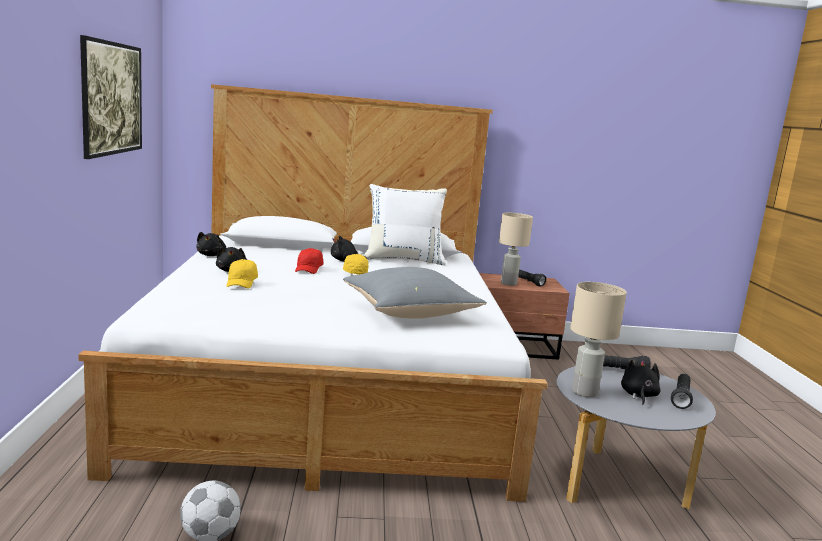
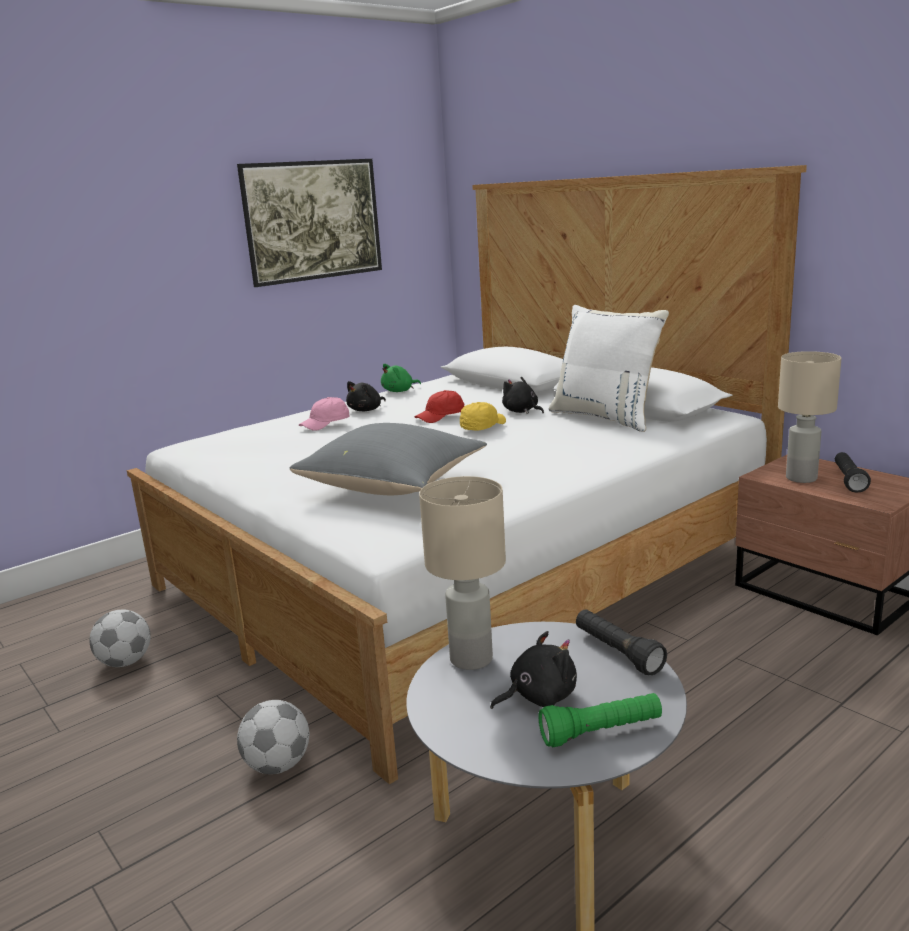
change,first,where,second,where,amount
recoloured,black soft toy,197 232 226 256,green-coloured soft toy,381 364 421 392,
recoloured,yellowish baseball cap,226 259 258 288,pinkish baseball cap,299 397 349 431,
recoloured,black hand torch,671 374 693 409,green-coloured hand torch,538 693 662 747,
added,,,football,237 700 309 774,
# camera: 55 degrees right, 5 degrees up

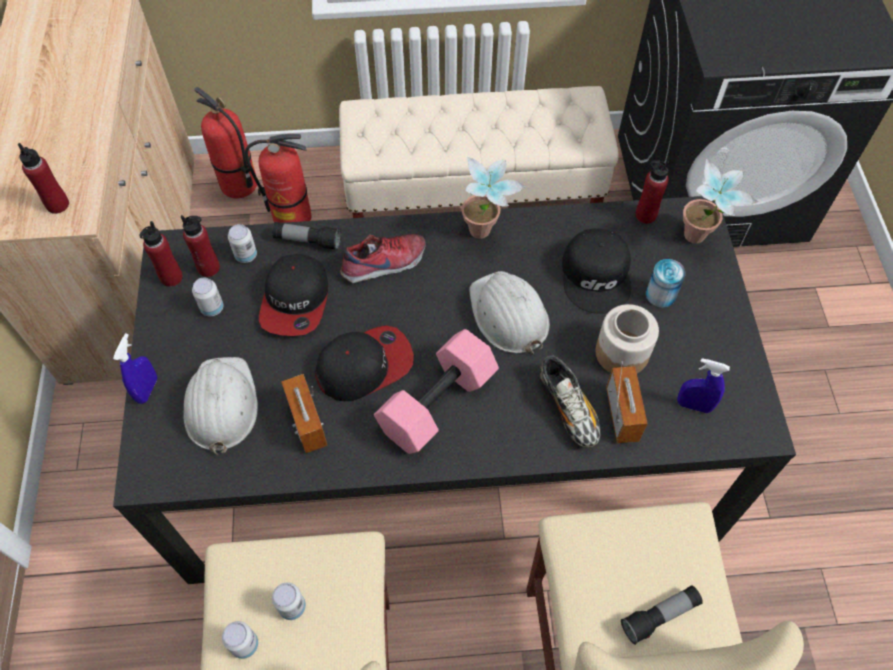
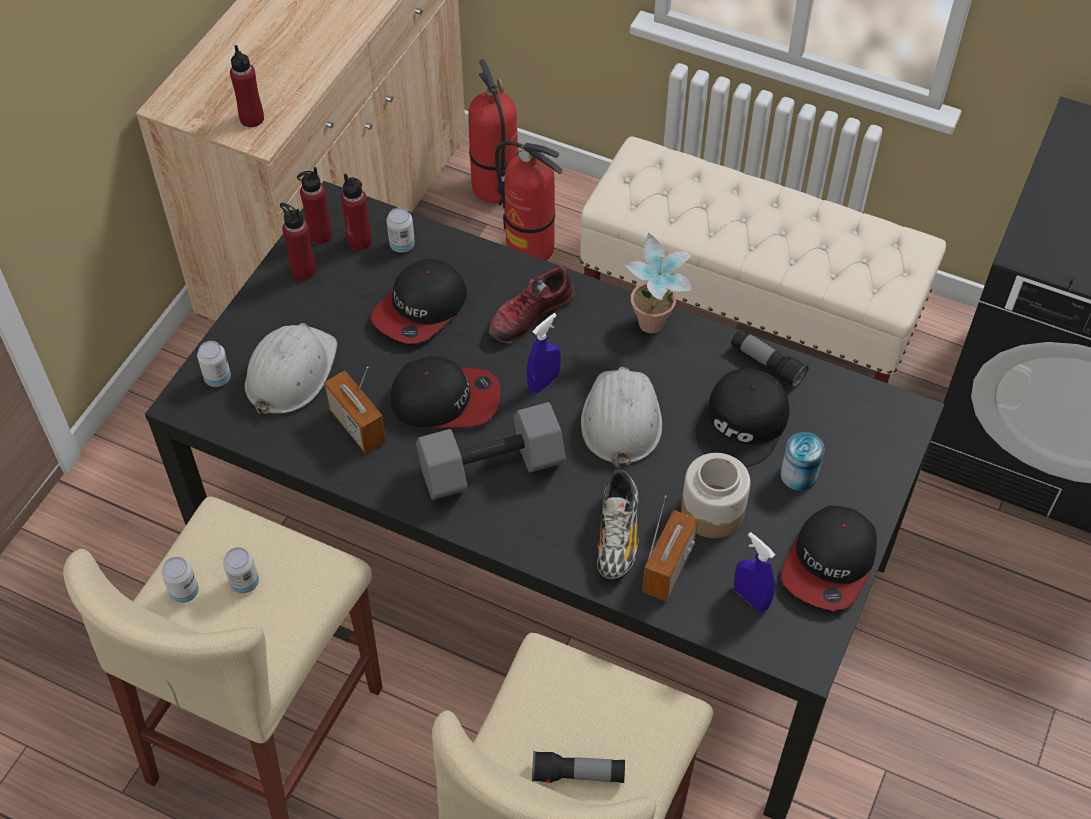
change,first,where,second,where,amount
moved,blue-coloured hand sprayer,113 333 157 404,,527 313 561 393,
moved,sealed can,192 278 224 316,,197 341 231 387,
moved,hand torch,272 222 341 250,,731 328 809 388,
turned,radio set,281 374 328 453,,324 367 386 454,45 degrees counterclockwise
turned,item of footwear,340 234 426 283,,489 266 575 343,135 degrees clockwise
recoloured,pinkish free weight,374 329 499 454,gray free weight,416 402 566 500,
moved,red-coloured bottle,635 160 670 224,,280 203 316 281,
removed,houseplant,683 158 758 244,,,
added,,,baseball cap,781 506 877 611,
# camera: 30 degrees right, 5 degrees down

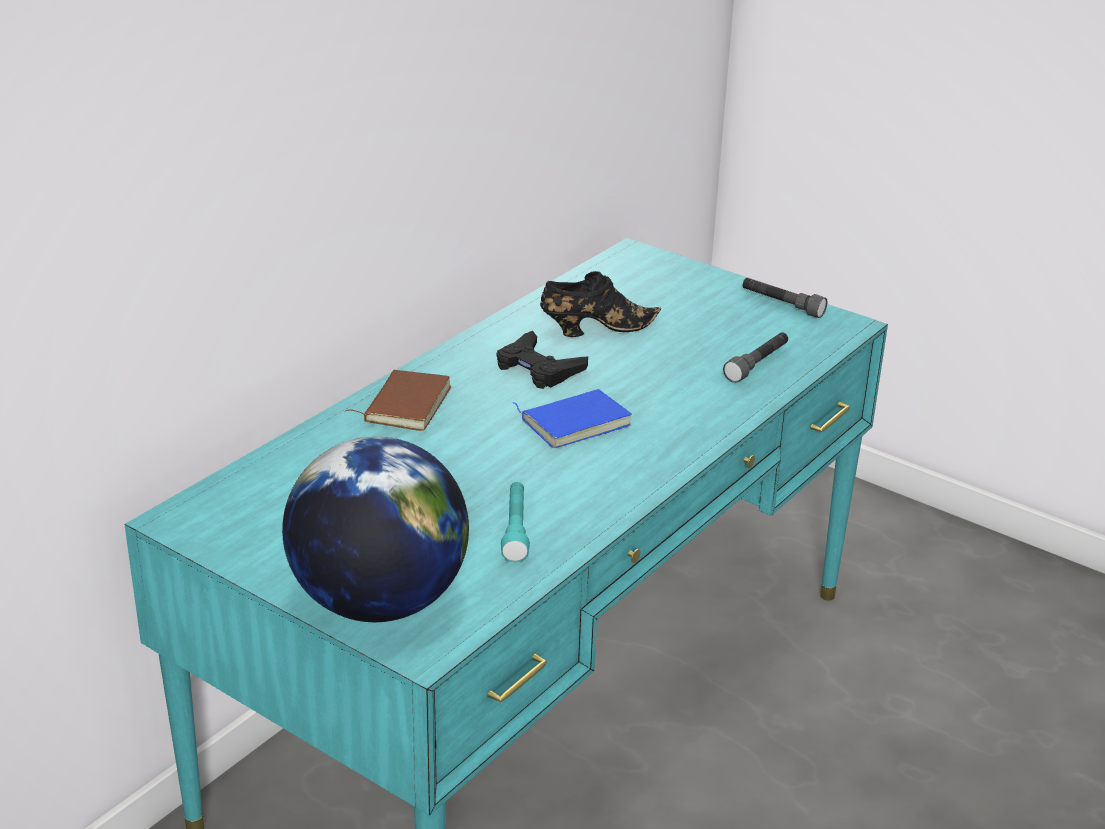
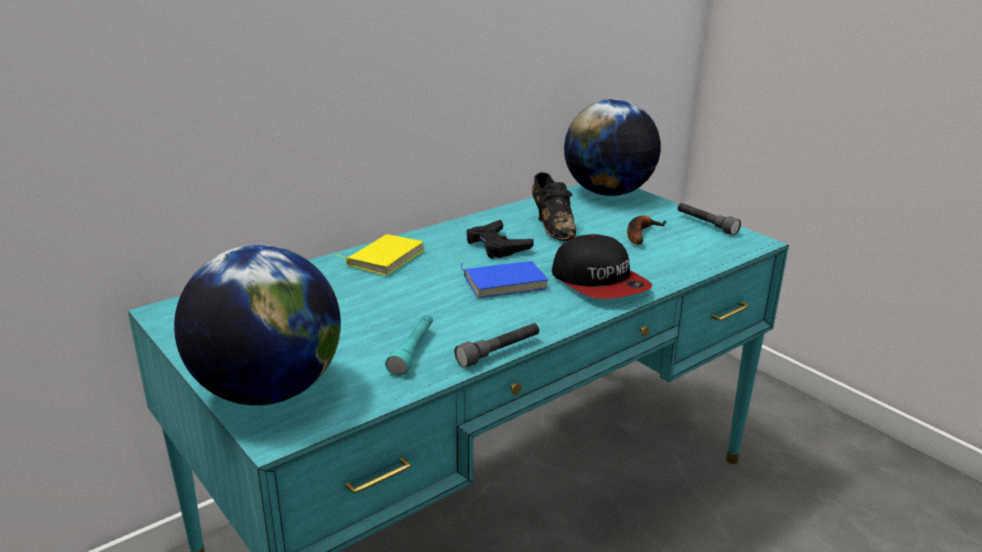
change,first,where,second,where,amount
recoloured,brown-coloured volume,345 370 451 431,yellowish volume,334 234 424 275,
turned,black item of footwear,540 271 661 337,,532 172 576 241,75 degrees clockwise
moved,gray hand torch,723 332 788 383,,455 323 539 368,
added,,,baseball cap,552 234 652 299,
added,,,world globe,564 99 661 196,
added,,,banana,627 216 667 245,
# camera: 15 degrees right, 5 degrees down

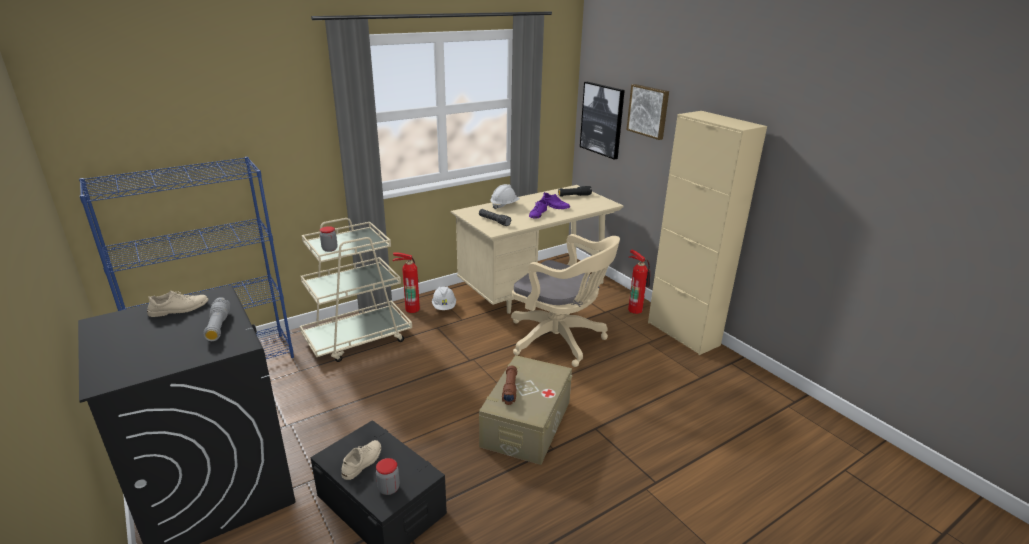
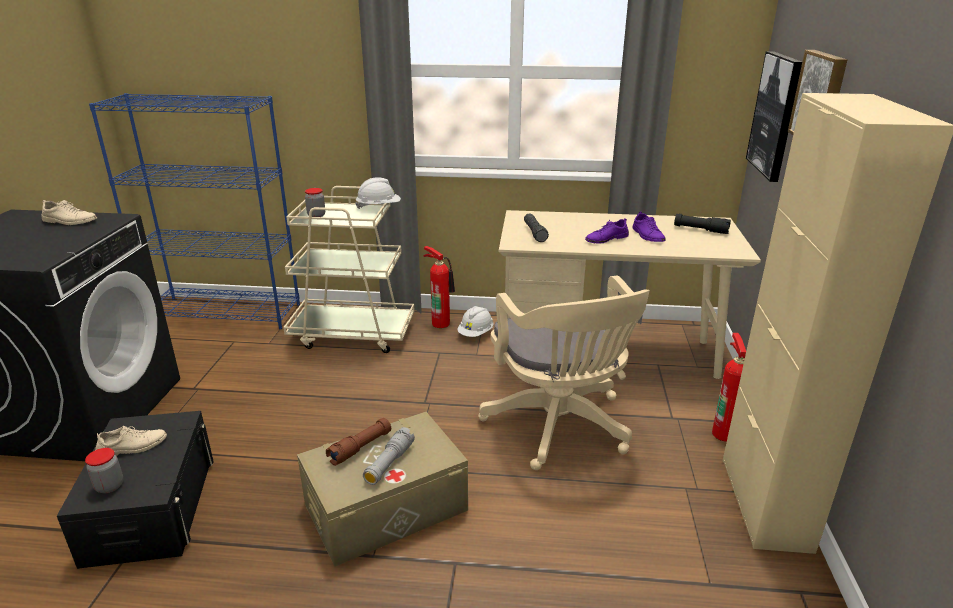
change,first,where,second,where,amount
moved,gray hand torch,203 297 230 341,,363 427 415 485,
moved,whitish work helmet,490 184 520 209,,356 177 401 209,
# camera: 40 degrees right, 0 degrees up

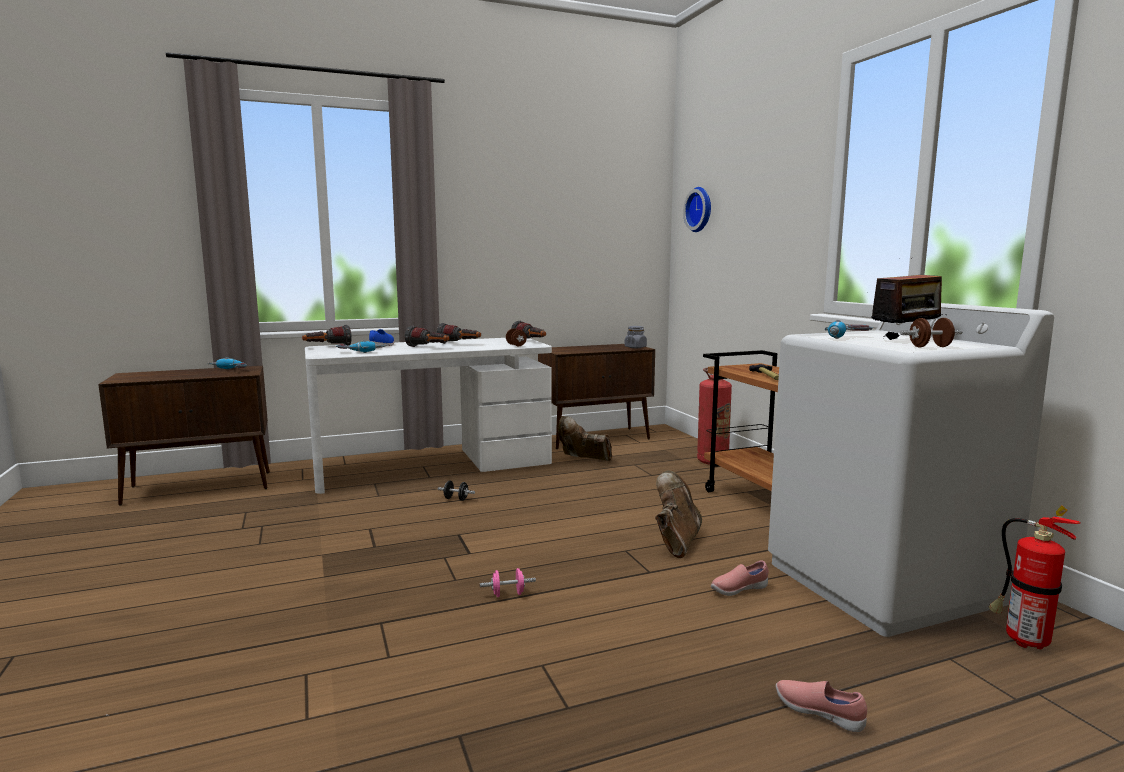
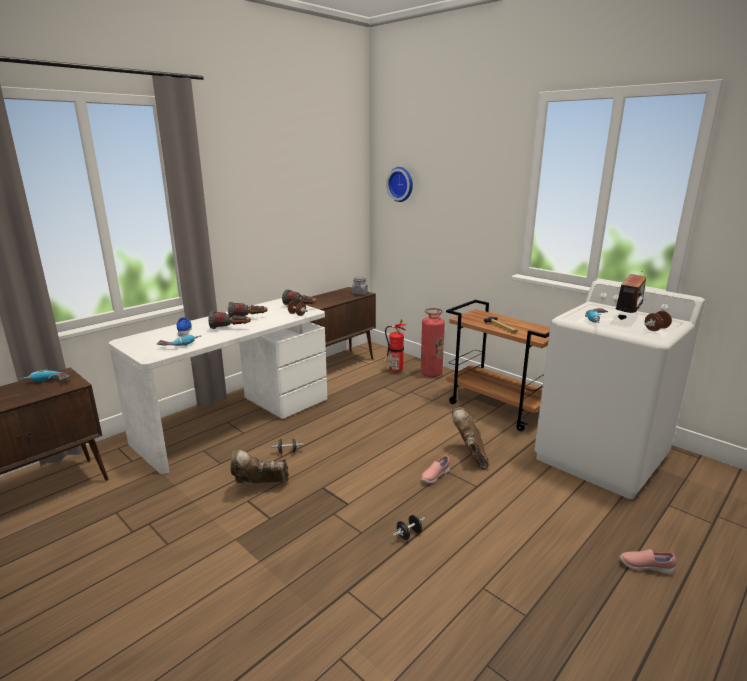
change,first,where,second,where,amount
removed,hand torch,302 325 352 346,,,
recoloured,pinkish free weight,480 568 536 597,black free weight,393 515 425 540,
moved,brown-coloured high-top boot,558 416 612 461,,231 450 289 483,
moved,pinkish item of footwear,711 560 769 596,,421 455 450 484,
moved,fire-fighting cylinder,989 506 1081 650,,384 320 406 372,
# camera: 25 degrees left, 10 degrees up

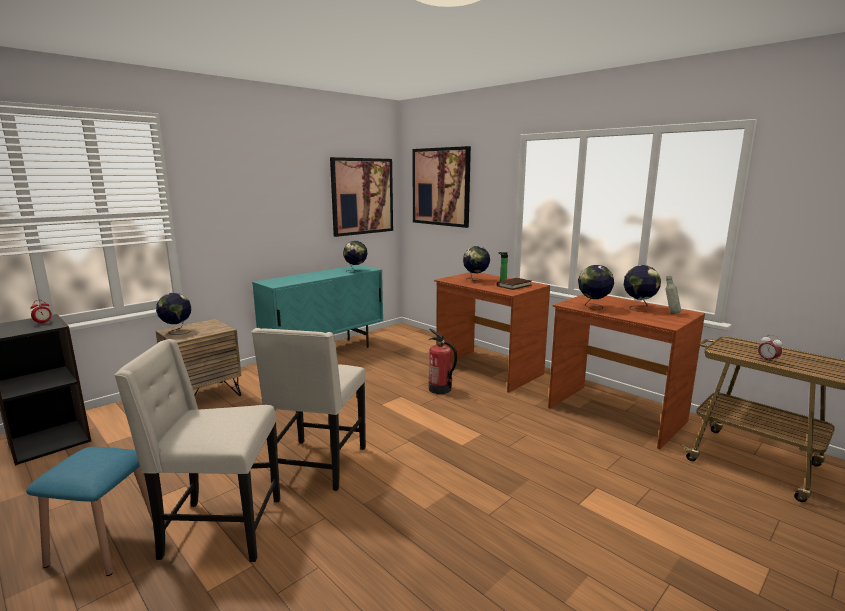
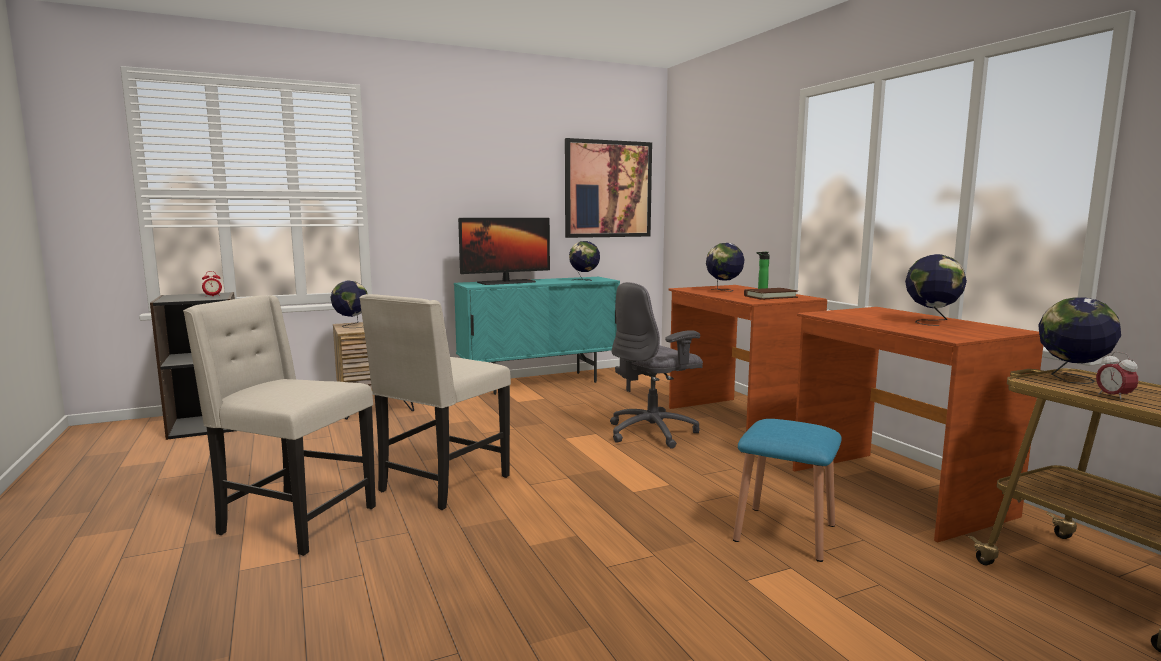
change,first,where,second,where,amount
moved,blue-coloured sitting stool,26 447 153 576,,733 419 842 562,
removed,wall picture,412 146 471 228,,,
replaced,fire-fighting cylinder,429 329 457 394,gray desk chair,610 282 703 449,
moved,world globe,578 265 614 310,,1038 297 1121 384,
removed,gray bottle,665 276 681 314,,,
added,,,monitor,458 218 550 285,
# camera: 20 degrees right, 5 degrees down

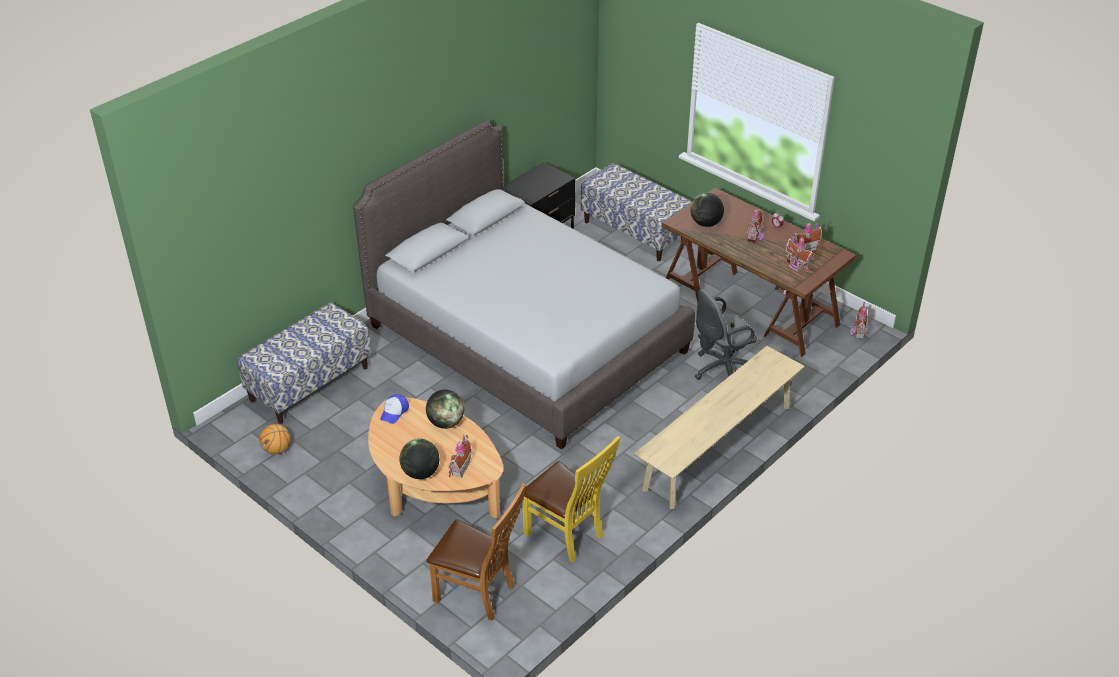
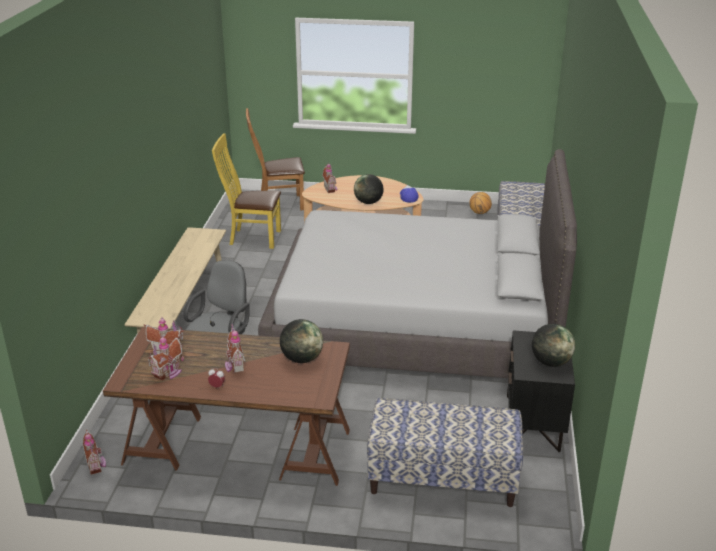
change,first,where,second,where,amount
moved,world globe,399 438 439 479,,532 324 575 366,
# camera: 145 degrees right, 10 degrees down

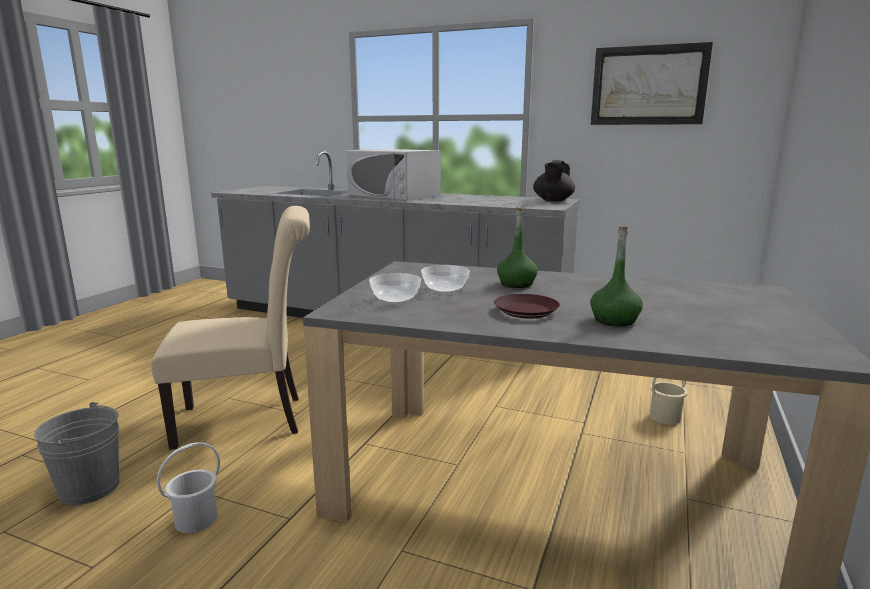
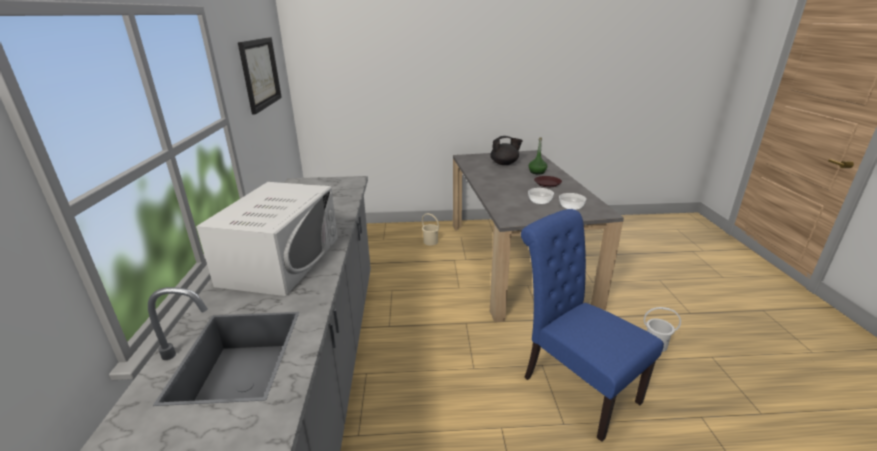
change,first,where,second,where,amount
removed,gray bucket,34 402 120 505,,,
recoloured,sand-coloured upright chair,151 206 310 450,blue-coloured upright chair,521 209 664 442,
removed,green-coloured bottle,497 207 538 288,,,
moved,black pot for tea,533 160 575 202,,490 136 523 165,
# camera: 115 degrees left, 10 degrees up

